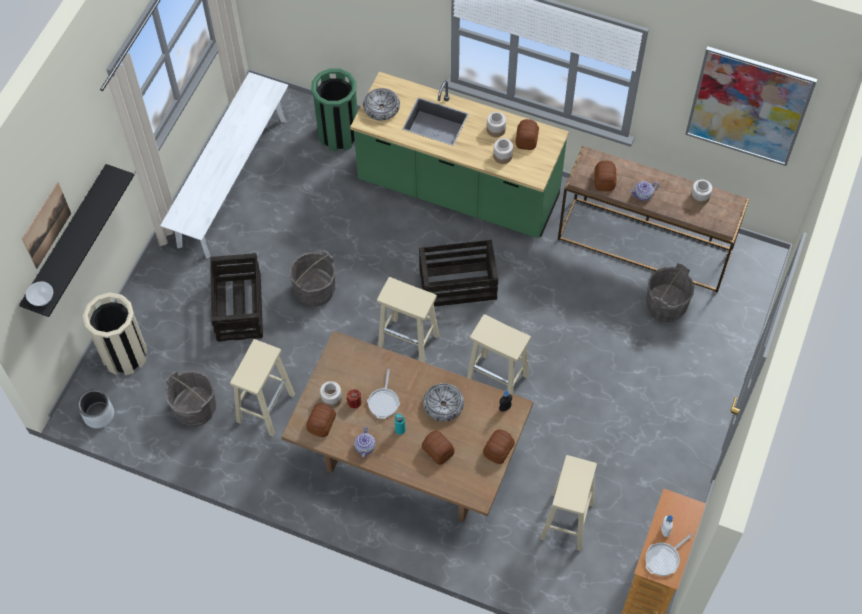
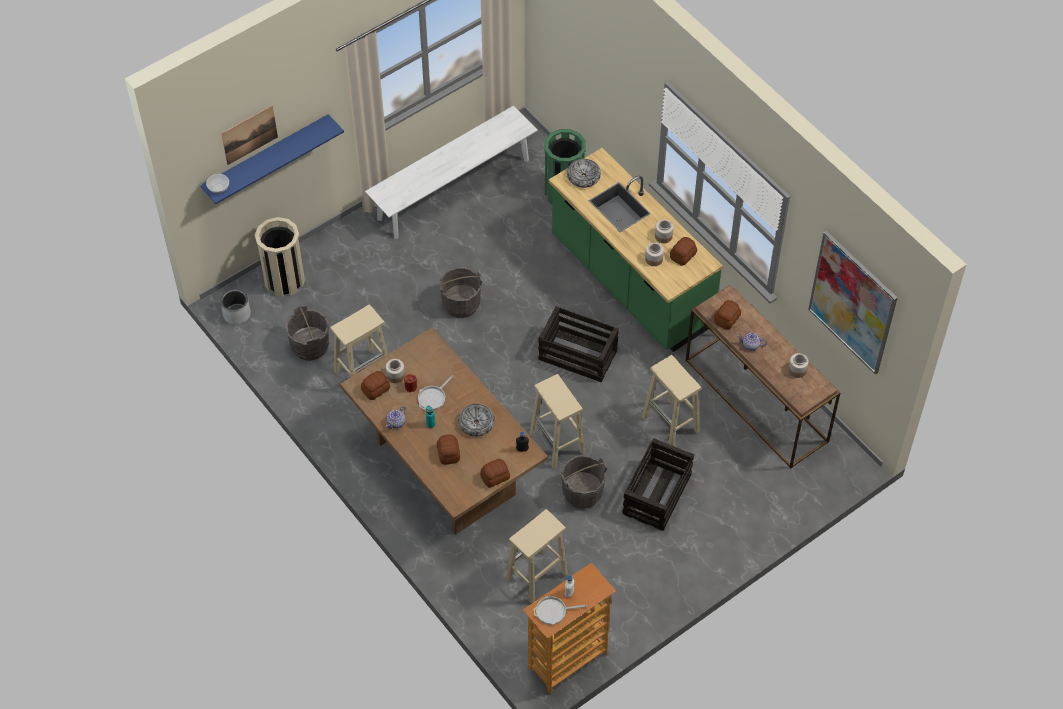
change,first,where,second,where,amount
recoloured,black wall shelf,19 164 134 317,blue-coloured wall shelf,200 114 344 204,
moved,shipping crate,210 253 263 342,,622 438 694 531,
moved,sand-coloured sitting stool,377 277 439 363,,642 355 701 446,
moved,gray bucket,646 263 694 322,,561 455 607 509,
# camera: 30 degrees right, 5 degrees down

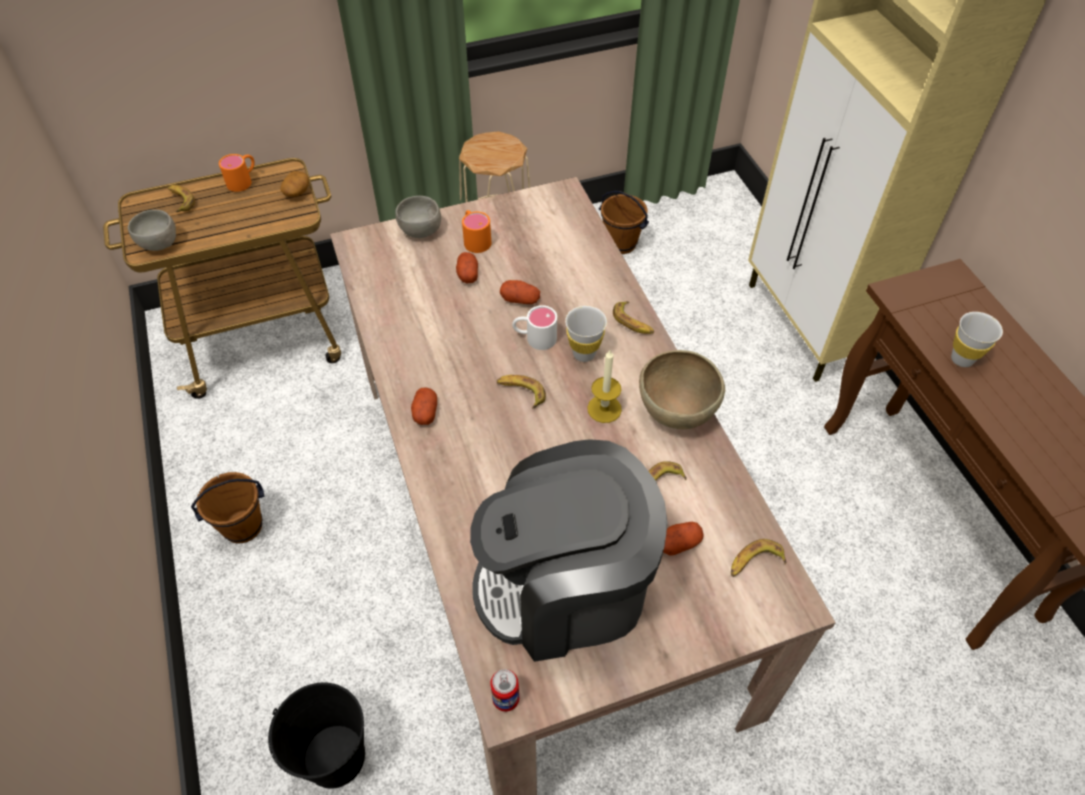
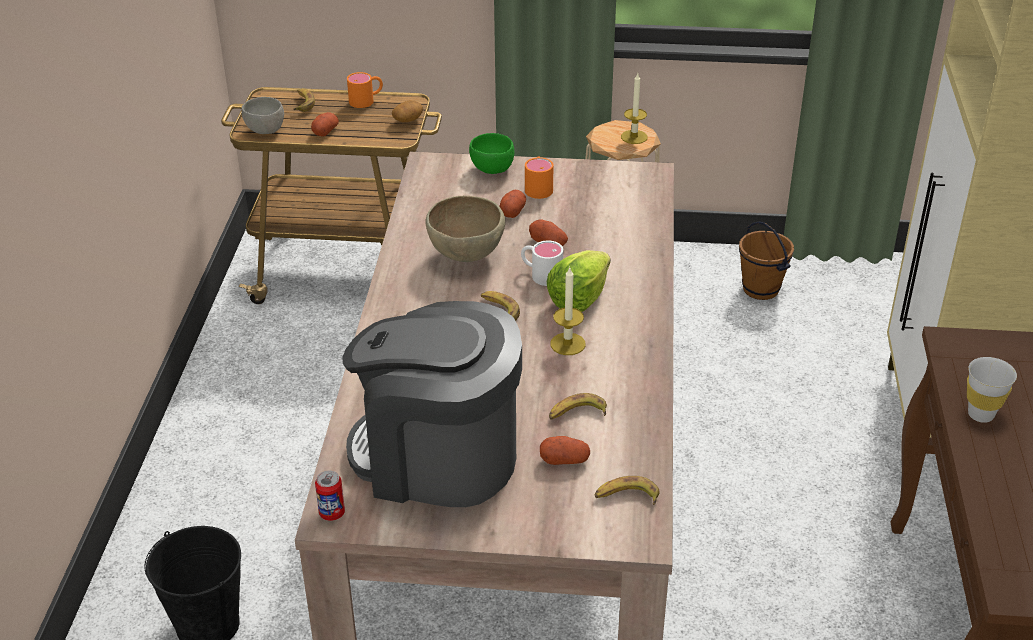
change,first,where,second,where,amount
removed,brown-coloured bucket,191 472 264 544,,,
recoloured,gray bowl,395 196 441 238,green-coloured bowl,469 133 514 174,
moved,spud,411 387 437 425,,311 112 339 137,
replaced,whitish drinking cup,565 306 607 362,lettuce head,547 250 611 312,
removed,banana,613 301 654 334,,,
moved,brown-coloured bowl,639 350 725 429,,425 196 505 262,
added,,,wax candle,621 73 648 144,
# camera: 25 degrees right, 15 degrees down

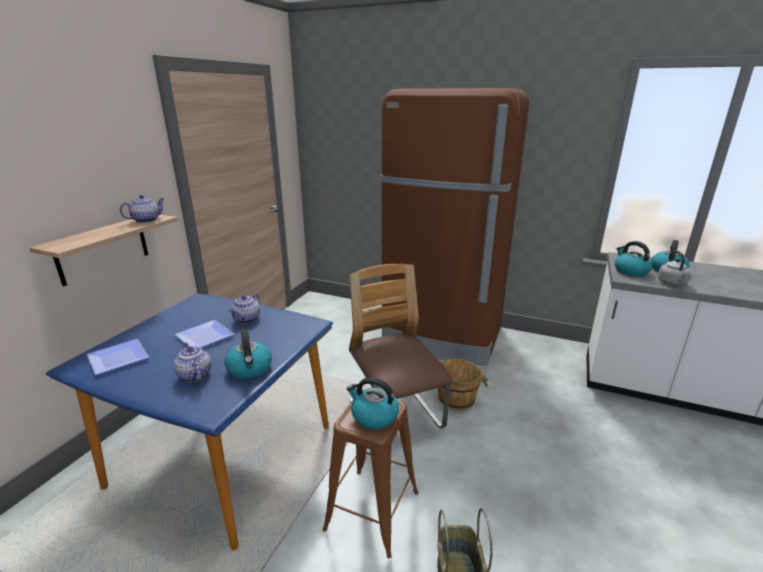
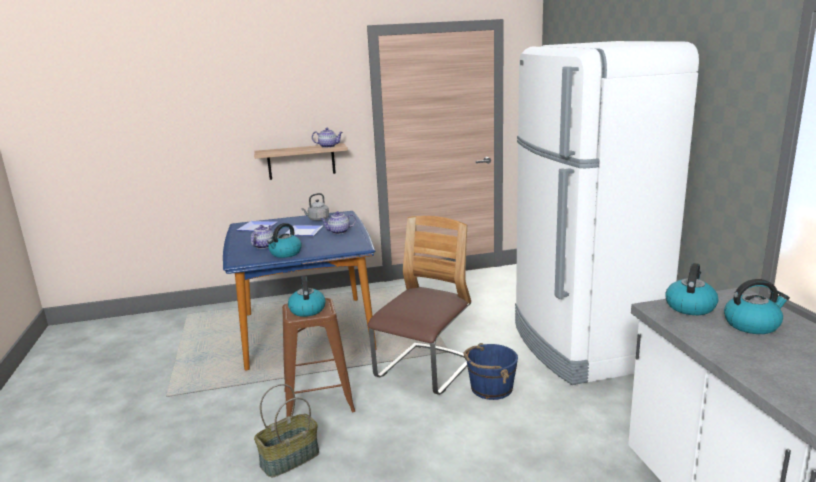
change,first,where,second,where,amount
recoloured,brown-coloured fridge,380 88 529 365,whitish fridge,515 41 699 385,
recoloured,brown-coloured bucket,438 359 488 410,blue-coloured bucket,463 343 518 400,
moved,gray kettle,657 250 691 286,,301 193 329 221,
# camera: 55 degrees right, 5 degrees down

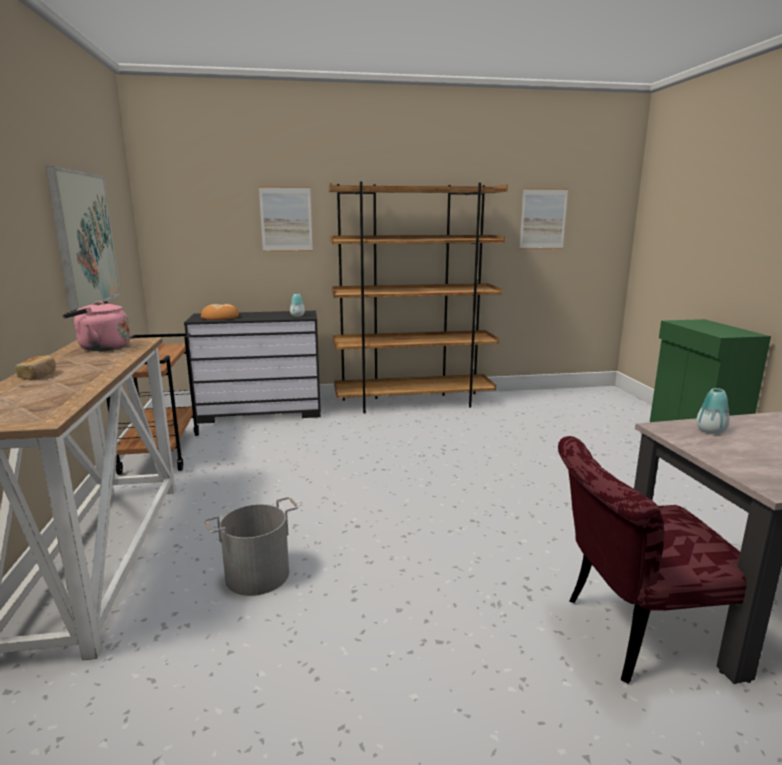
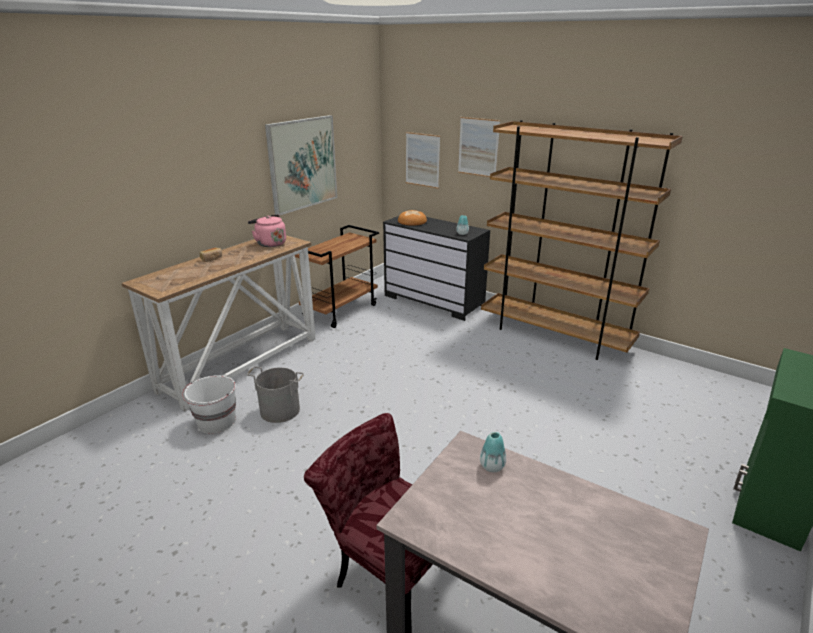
change,first,where,second,where,amount
moved,wall picture,519 188 568 249,,406 132 440 189,
added,,,whitish bucket,182 375 236 434,
# camera: 45 degrees right, 10 degrees up

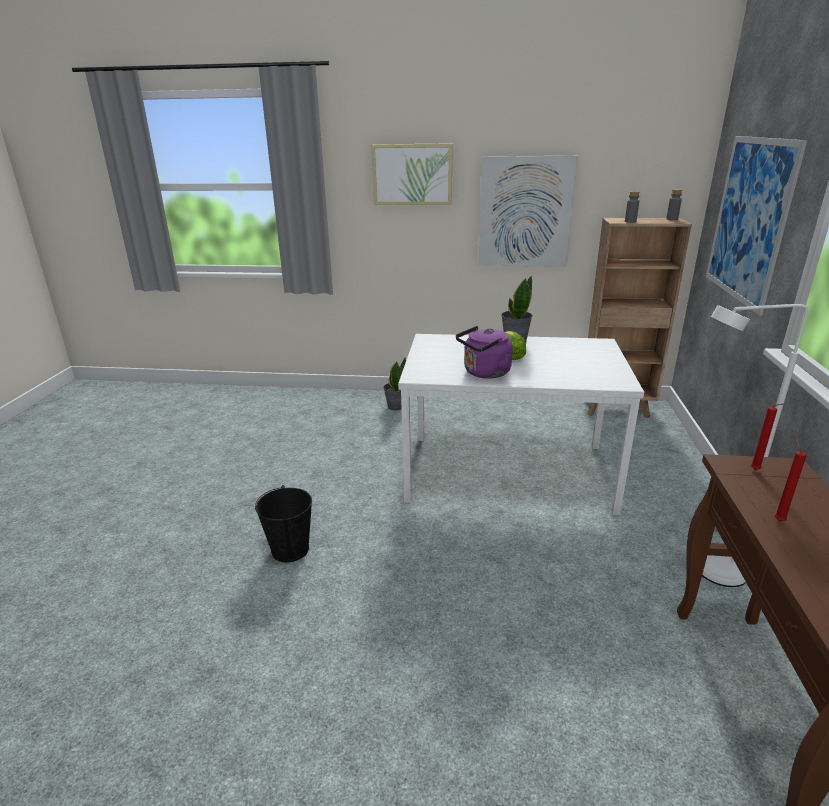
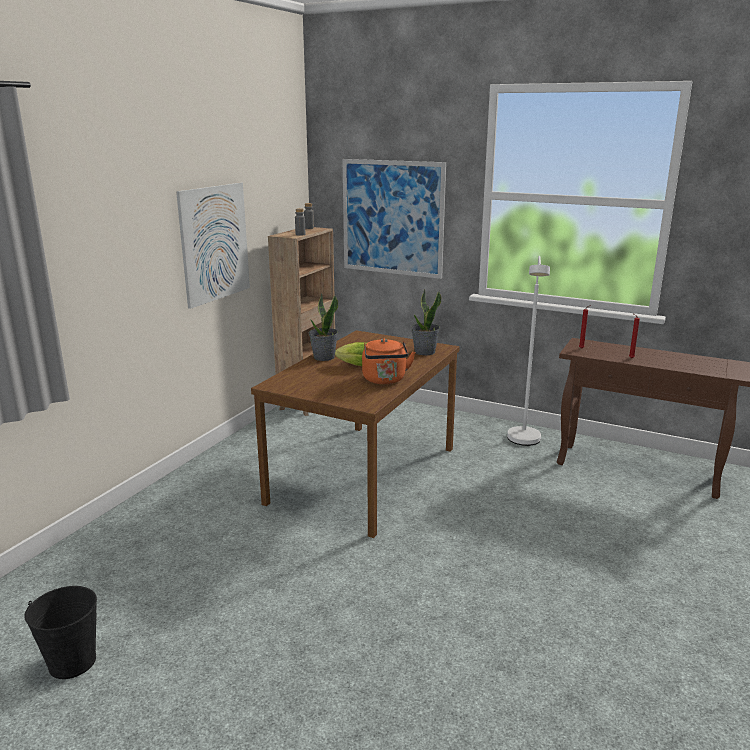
change,first,where,second,where,amount
moved,black bucket,255 485 312 562,,24 586 97 679,
removed,wall picture,372 143 453 205,,,
moved,houseplant,383 357 406 411,,411 289 441 355,
recoloured,whitish dining table,398 334 644 515,brown-coloured dining table,251 330 460 538,
recoloured,purple-coloured kettle,456 326 513 379,orange-coloured kettle,362 338 415 384,
# camera: 70 degrees left, 5 degrees down

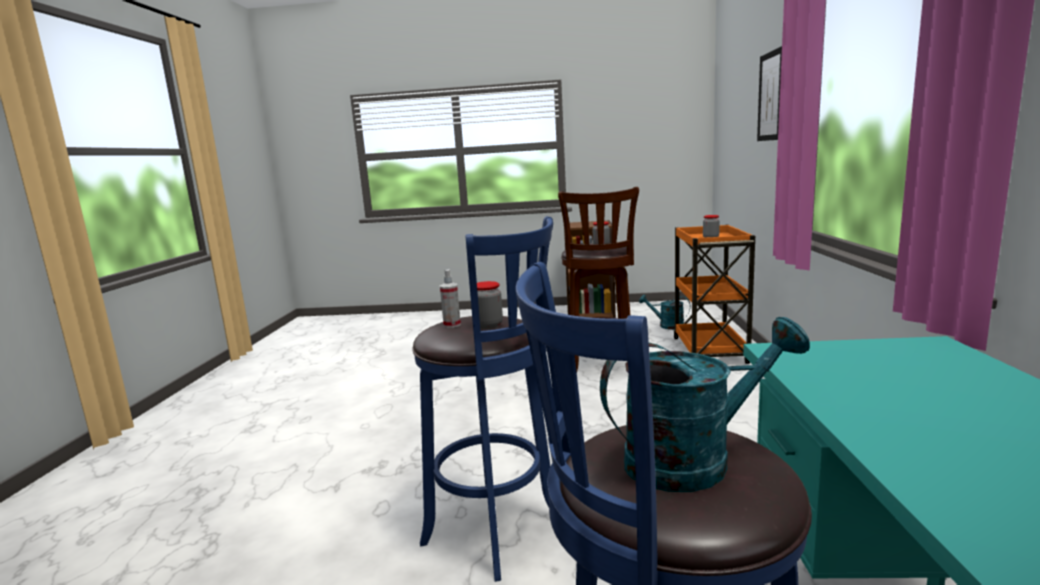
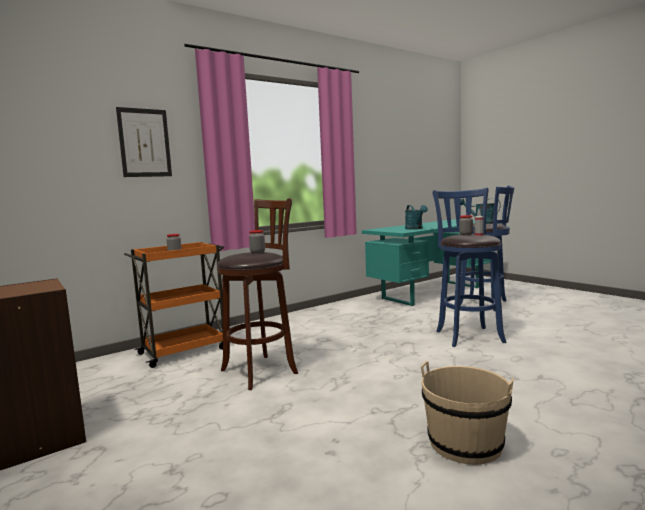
change,first,where,second,where,amount
moved,turquoise-coloured watering can,639 295 691 330,,405 205 428 230,
added,,,sand-coloured bucket,421 361 514 465,
# camera: 130 degrees left, 5 degrees down

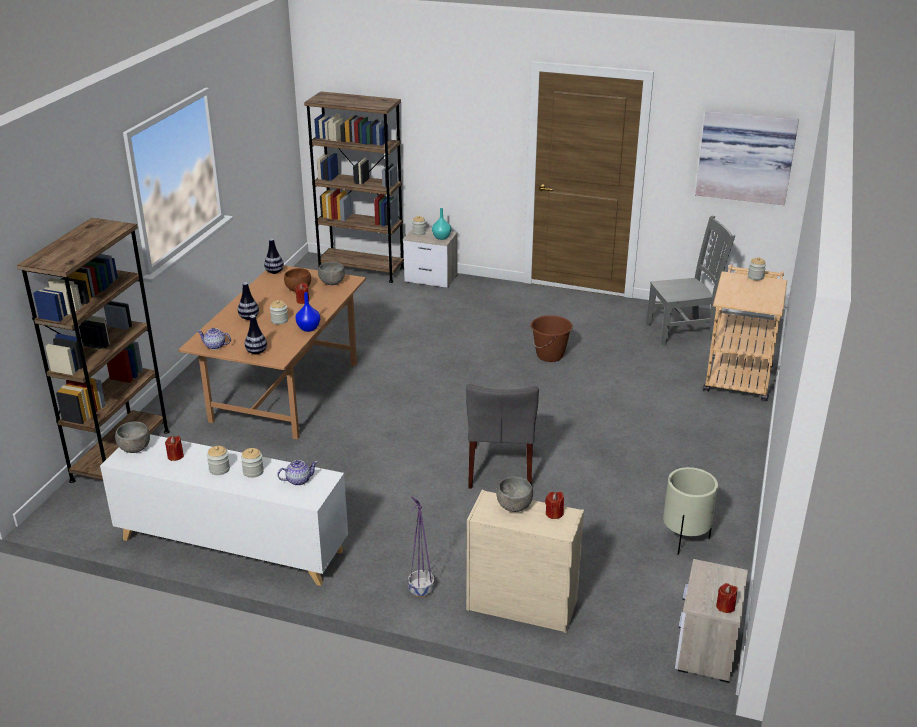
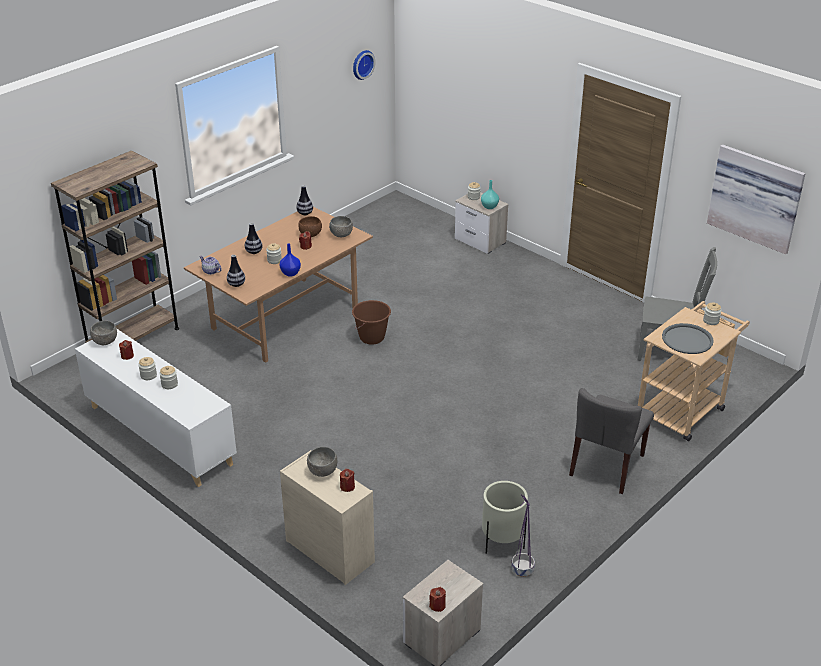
change,first,where,second,where,amount
removed,pot for tea,277 460 318 486,,,
removed,brown-coloured bookcase,304 91 404 283,,,
moved,purple-coloured flower pot,408 497 435 597,,511 494 535 577,
moved,gray upright chair,466 384 539 488,,569 388 654 494,
moved,brown-coloured bucket,531 315 573 362,,352 300 391 345,
added,,,hanging clock,353 50 376 80,
added,,,gray serving tray,662 323 714 354,
# camera: 25 degrees right, 5 degrees up

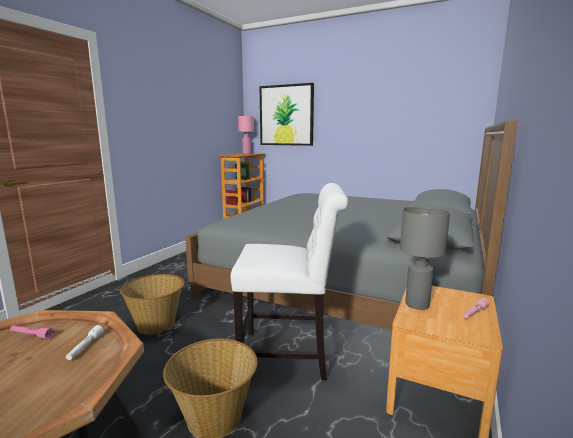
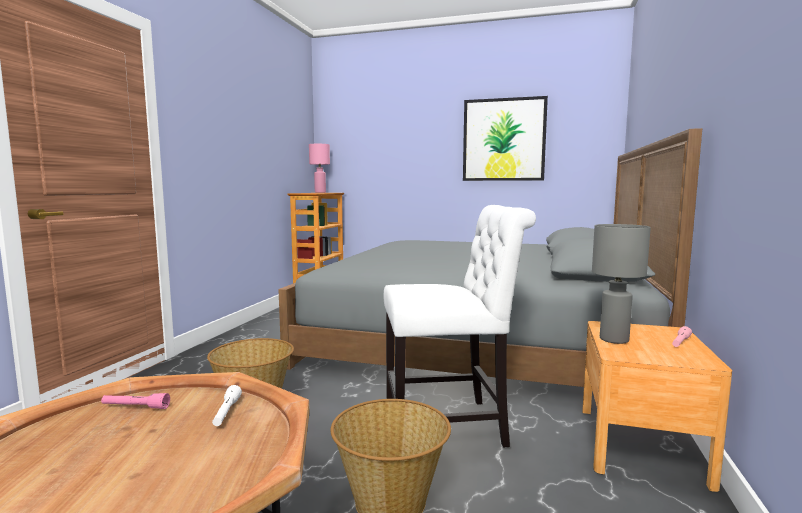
change,first,where,second,where,amount
moved,wall picture,260 83 314 146,,463 96 548 181,
# camera: 10 degrees left, 5 degrees down

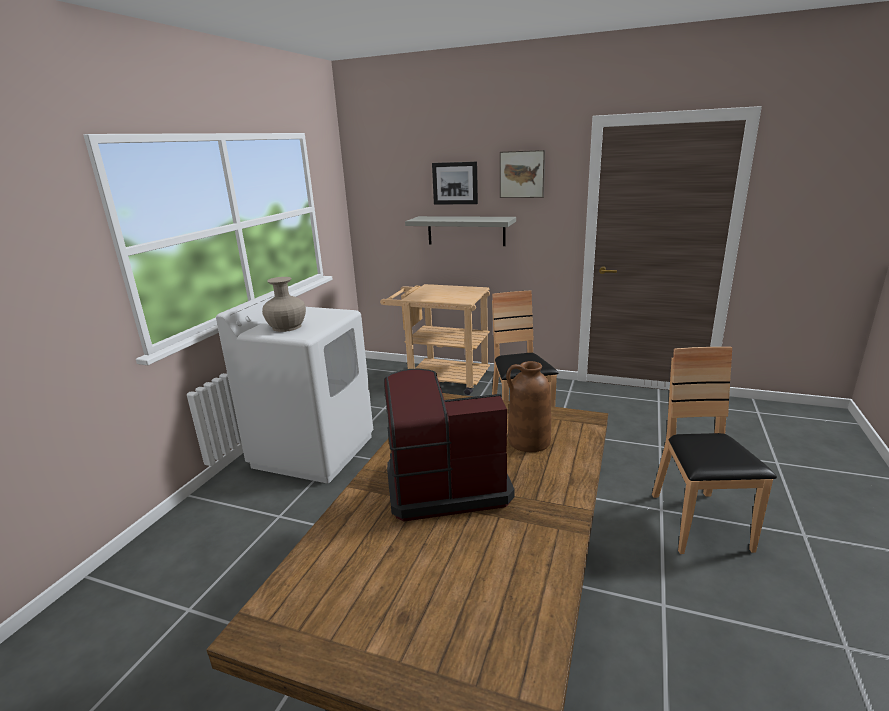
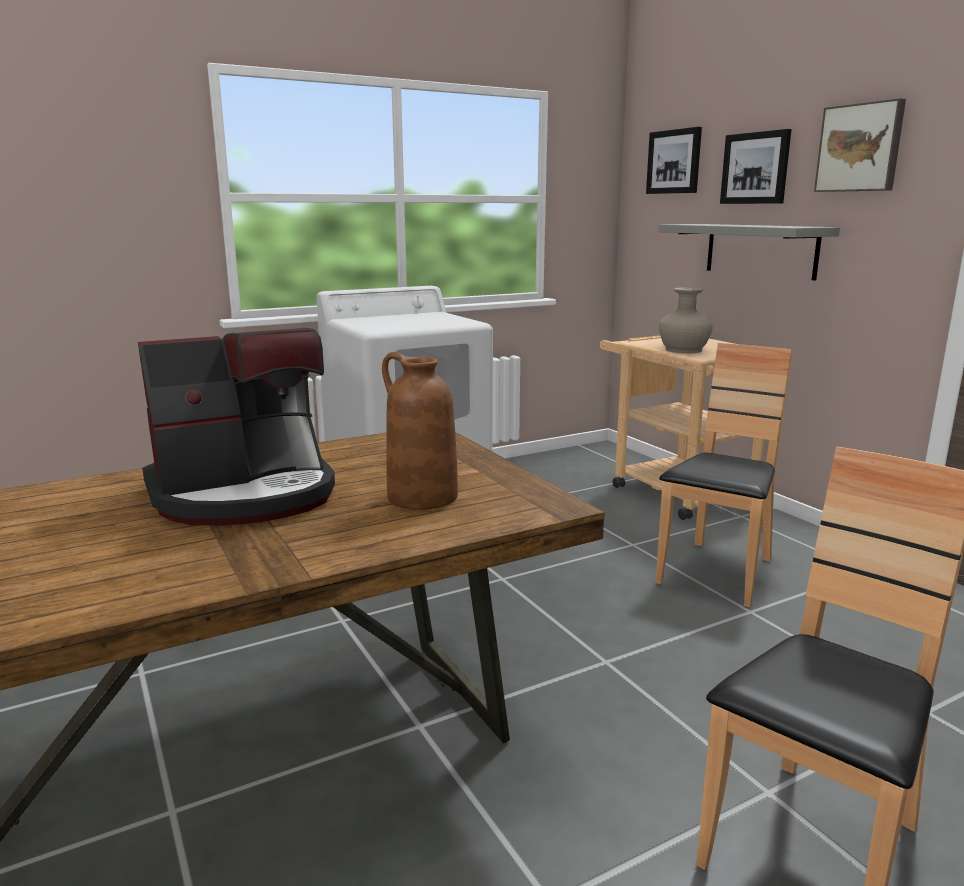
change,first,where,second,where,amount
moved,sand-coloured decorative vase,262 277 306 332,,659 288 713 353,
turned,coffee brewer,384 368 515 522,,138 328 335 526,120 degrees clockwise
added,,,wall picture,646 127 702 194,
# camera: 40 degrees right, 5 degrees down

